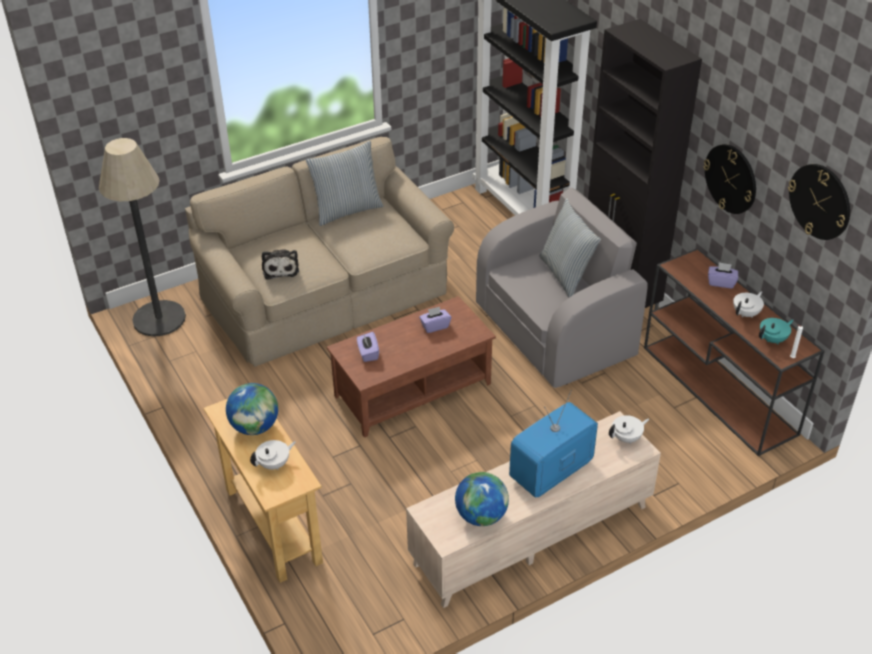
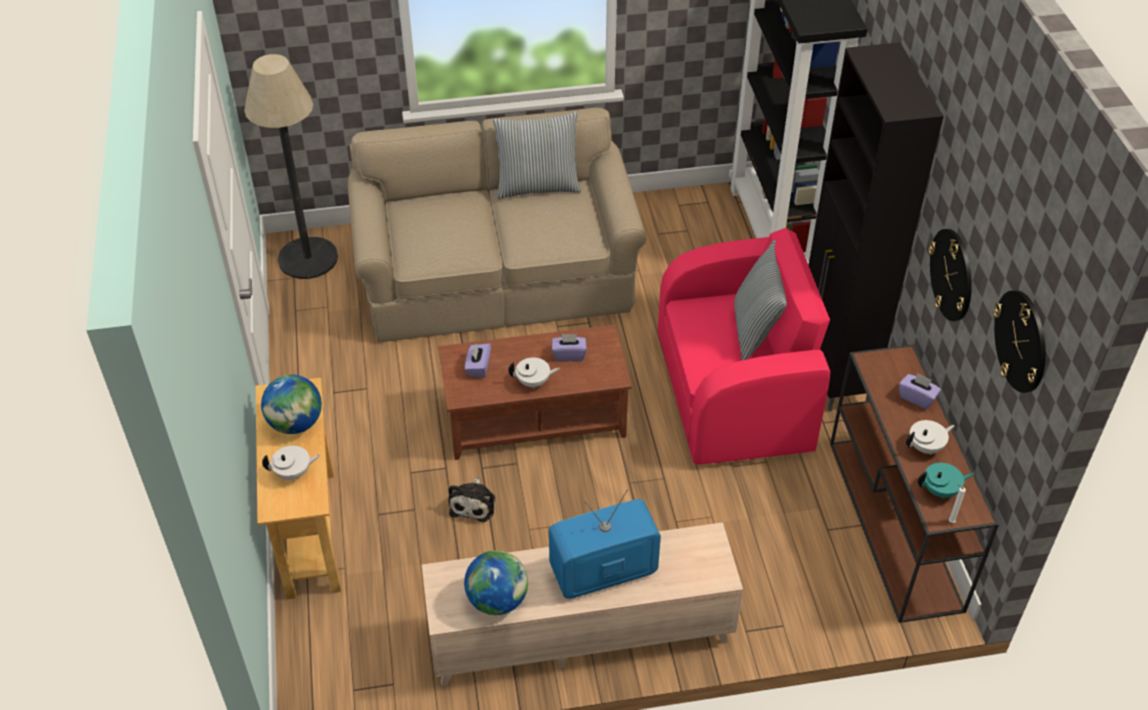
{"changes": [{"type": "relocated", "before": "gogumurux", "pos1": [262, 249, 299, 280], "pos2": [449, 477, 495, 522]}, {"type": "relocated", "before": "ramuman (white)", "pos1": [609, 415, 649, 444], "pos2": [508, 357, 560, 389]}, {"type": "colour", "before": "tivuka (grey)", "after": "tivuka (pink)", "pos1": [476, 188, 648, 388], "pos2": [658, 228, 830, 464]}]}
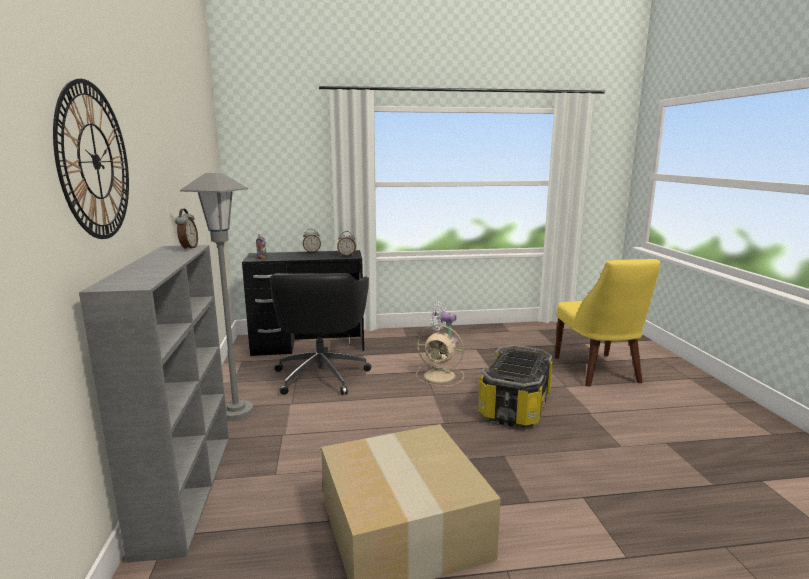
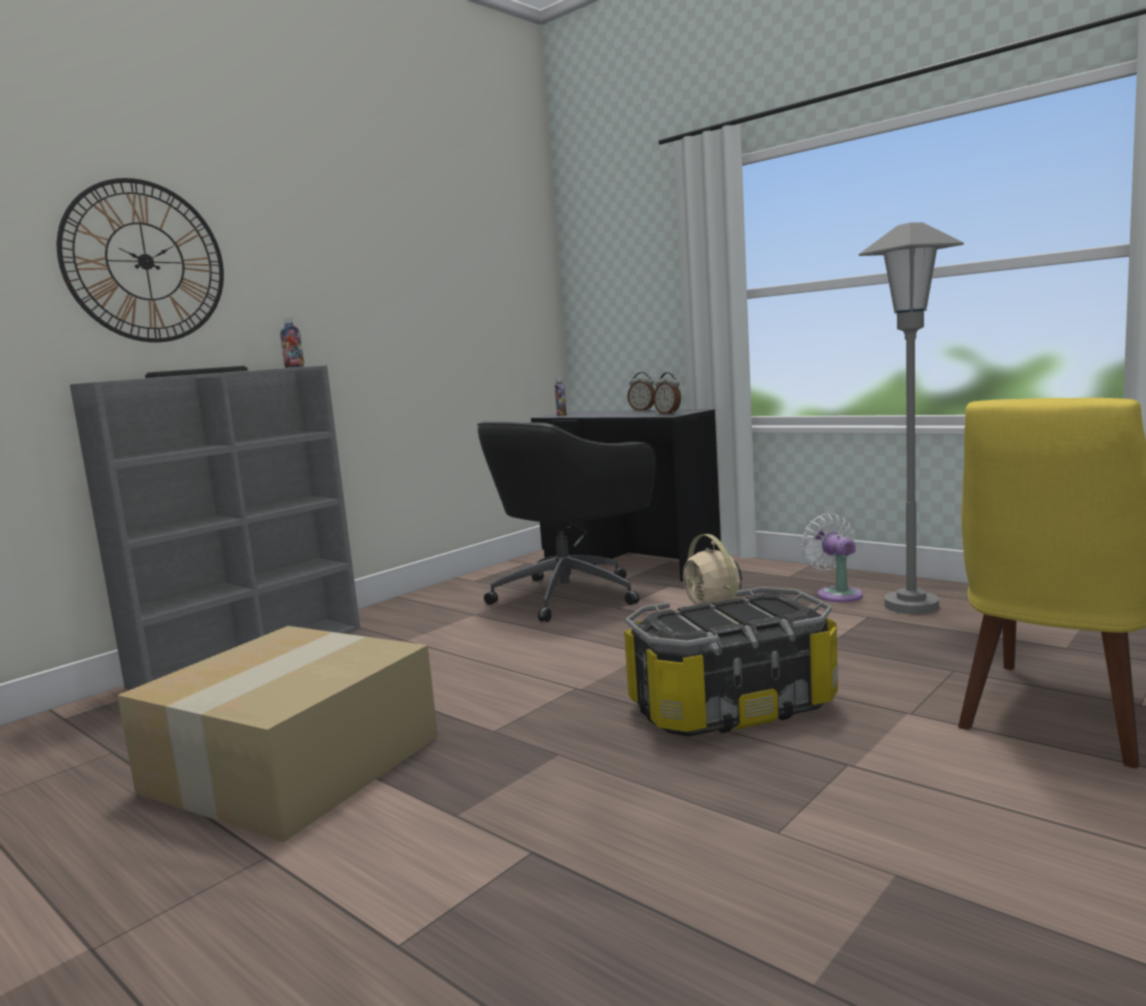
{"changes": [{"type": "appeared", "after": "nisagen", "pos2": [145, 366, 248, 378]}, {"type": "relocated", "before": "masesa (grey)", "pos1": [180, 173, 253, 421], "pos2": [859, 222, 964, 614]}, {"type": "exchanged", "before": "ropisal", "after": "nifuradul", "pos1": [175, 209, 198, 250], "pos2": [280, 318, 304, 368]}]}
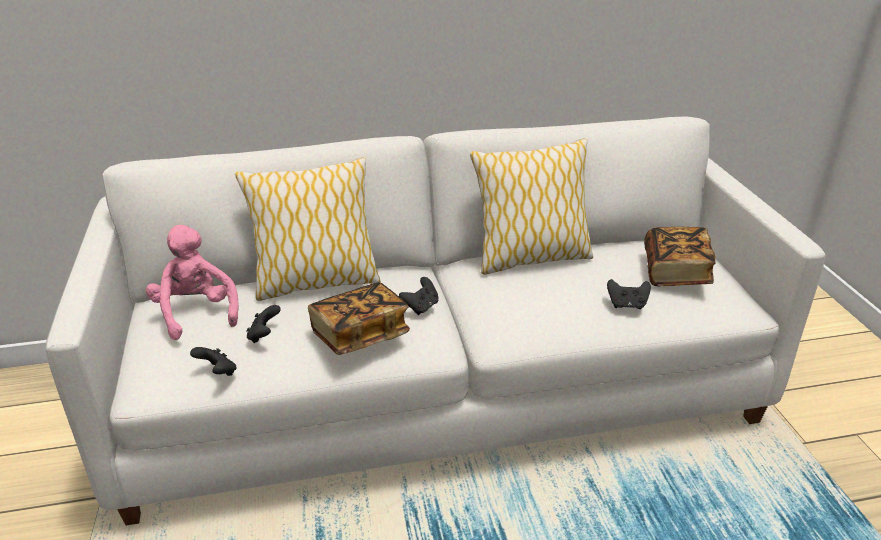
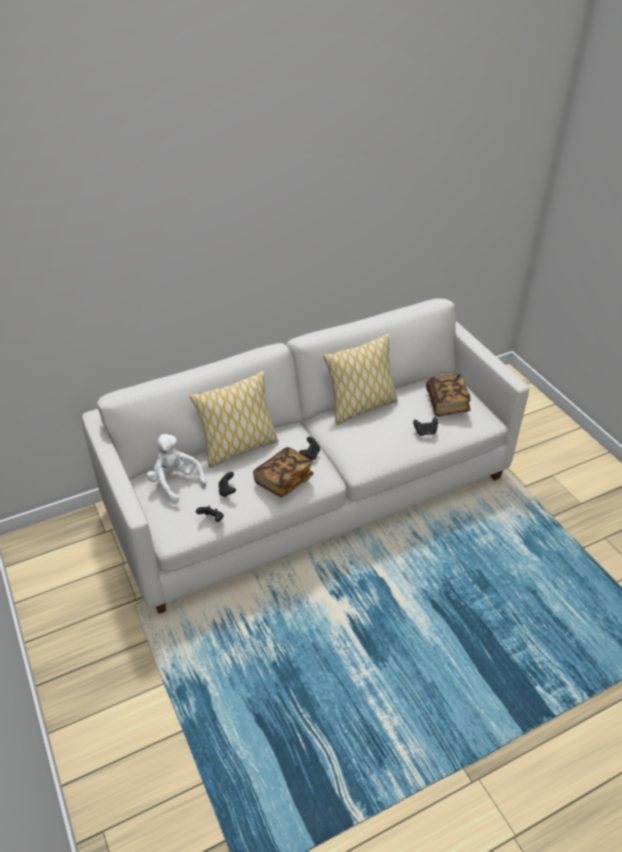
{"changes": [{"type": "colour", "before": "gogumurux (pink)", "after": "gogumurux (white)", "pos1": [146, 225, 239, 340], "pos2": [146, 434, 206, 504]}]}
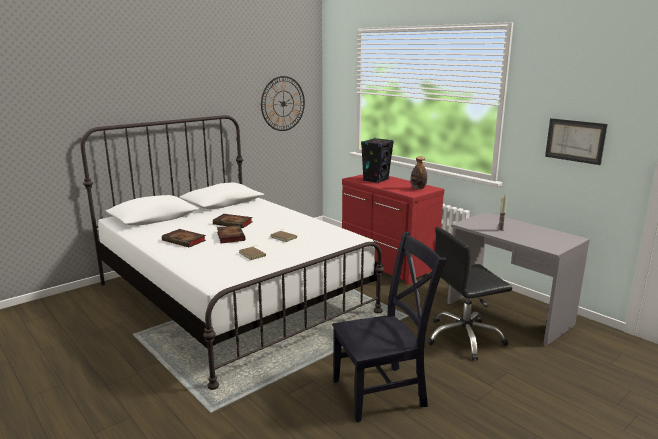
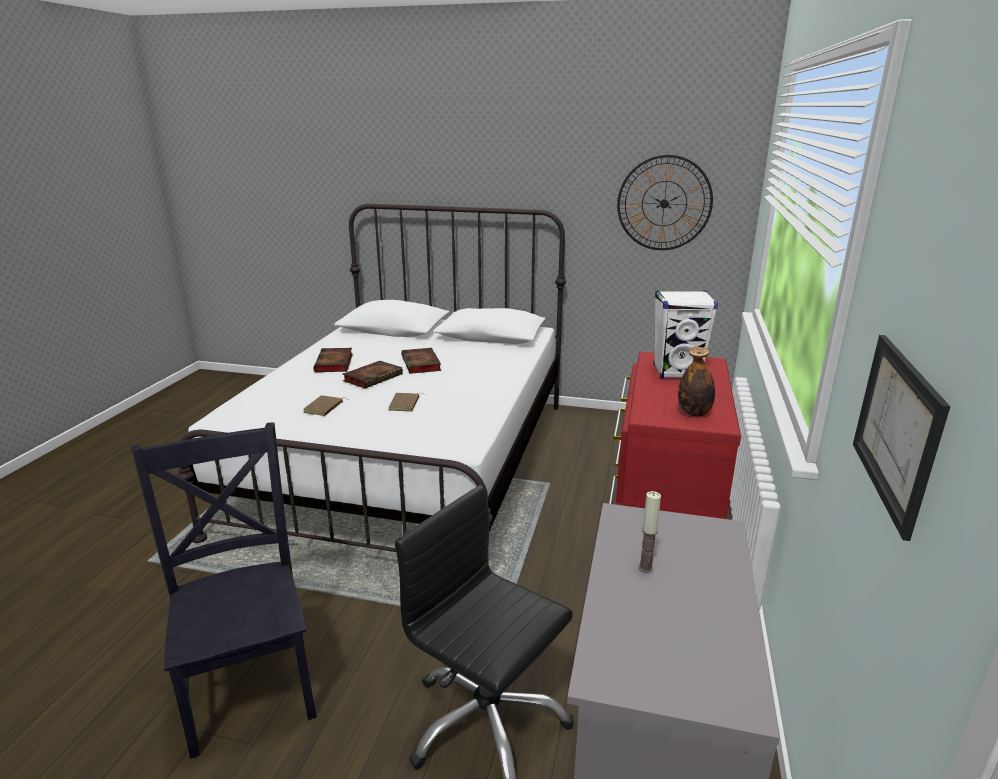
{"changes": [{"type": "colour", "before": "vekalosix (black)", "after": "vekalosix (white)", "pos1": [361, 138, 394, 183], "pos2": [654, 291, 718, 378]}, {"type": "spun", "before": "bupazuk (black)", "pos1": [332, 232, 447, 422], "pos2": [131, 422, 317, 759], "turn": -150}]}
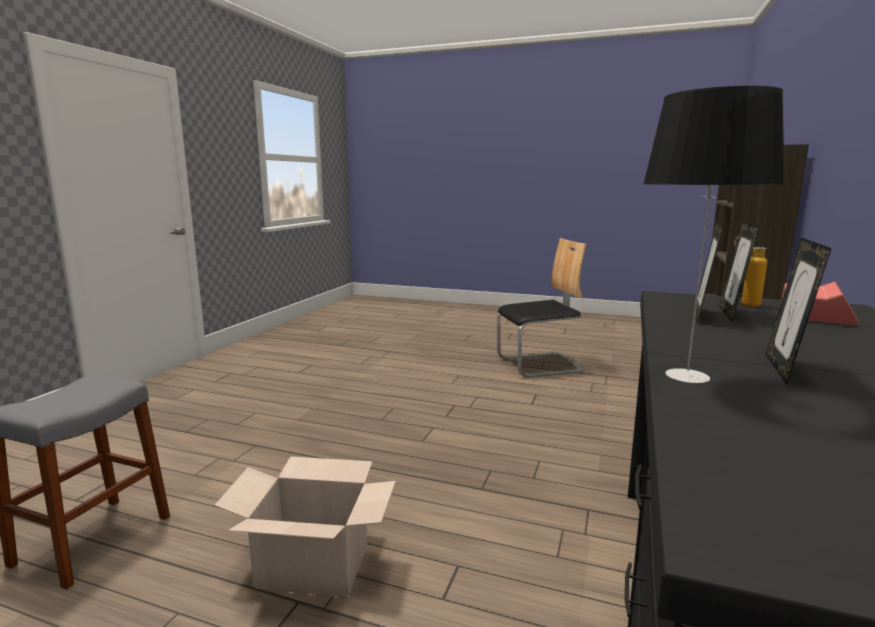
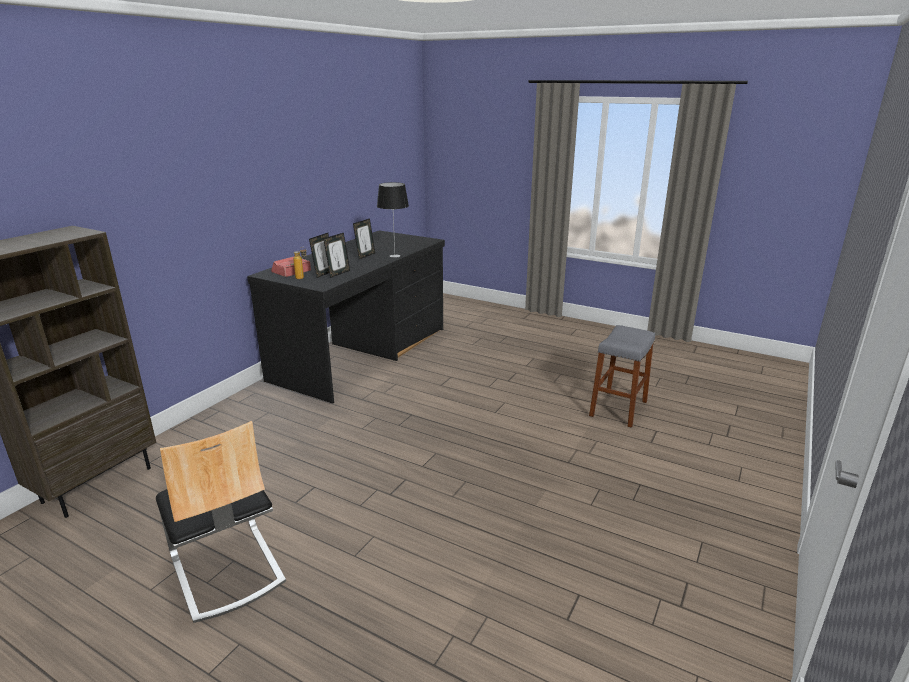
{"changes": [{"type": "missing", "before": "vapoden", "pos1": [214, 456, 396, 597]}, {"type": "spun", "before": "bupazuk", "pos1": [497, 238, 586, 378], "pos2": [156, 421, 286, 623], "turn": -120}]}
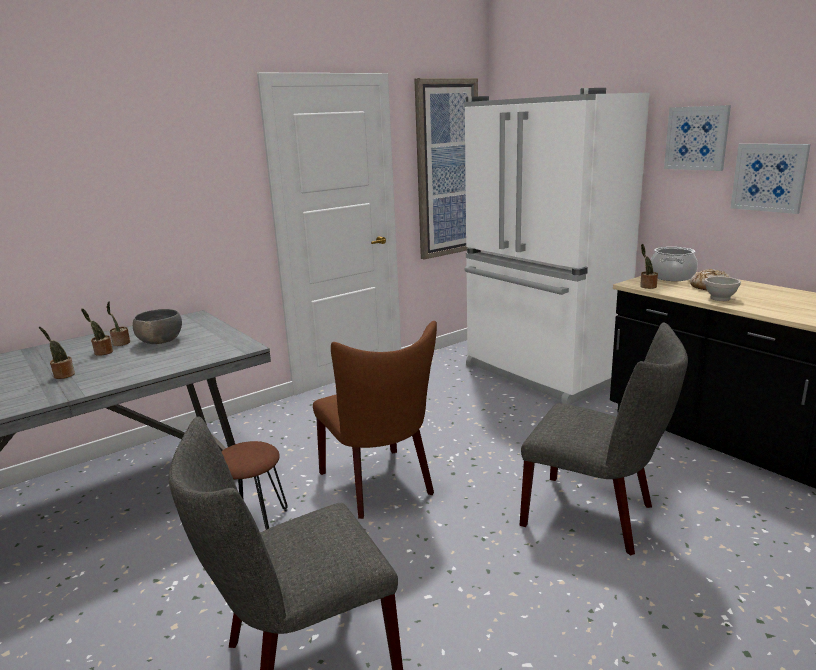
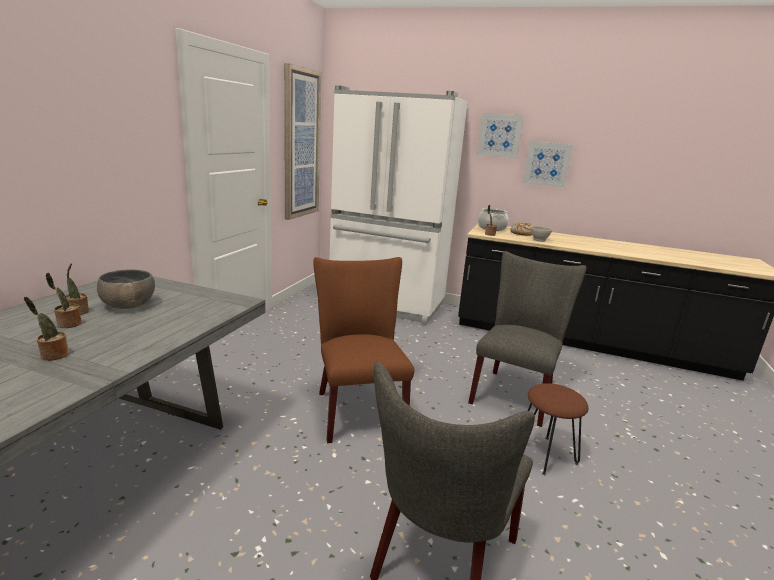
{"changes": [{"type": "relocated", "before": "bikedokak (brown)", "pos1": [221, 441, 288, 530], "pos2": [528, 383, 589, 475]}, {"type": "spun", "before": "bupazuk (brown)", "pos1": [313, 321, 437, 519], "pos2": [313, 257, 414, 443], "turn": -135}, {"type": "spun", "before": "bupazuk (grey)", "pos1": [520, 323, 688, 555], "pos2": [468, 251, 587, 427], "turn": -60}]}
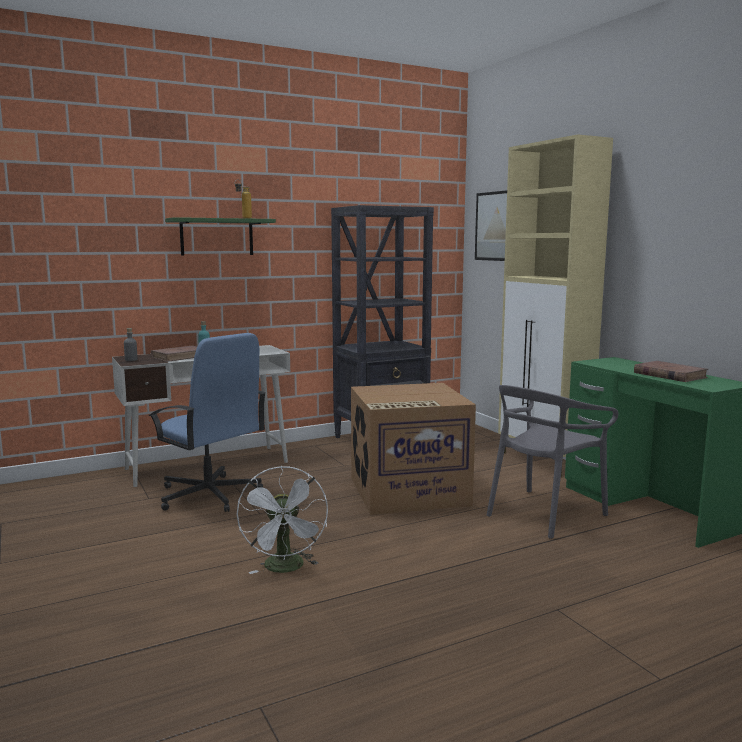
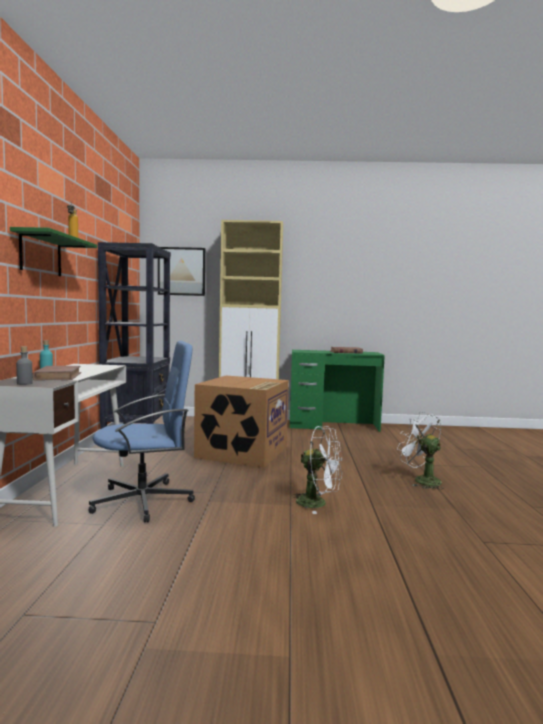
{"changes": [{"type": "missing", "before": "bupazuk (grey)", "pos1": [487, 385, 619, 539]}, {"type": "appeared", "after": "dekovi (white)", "pos2": [397, 412, 444, 490]}]}
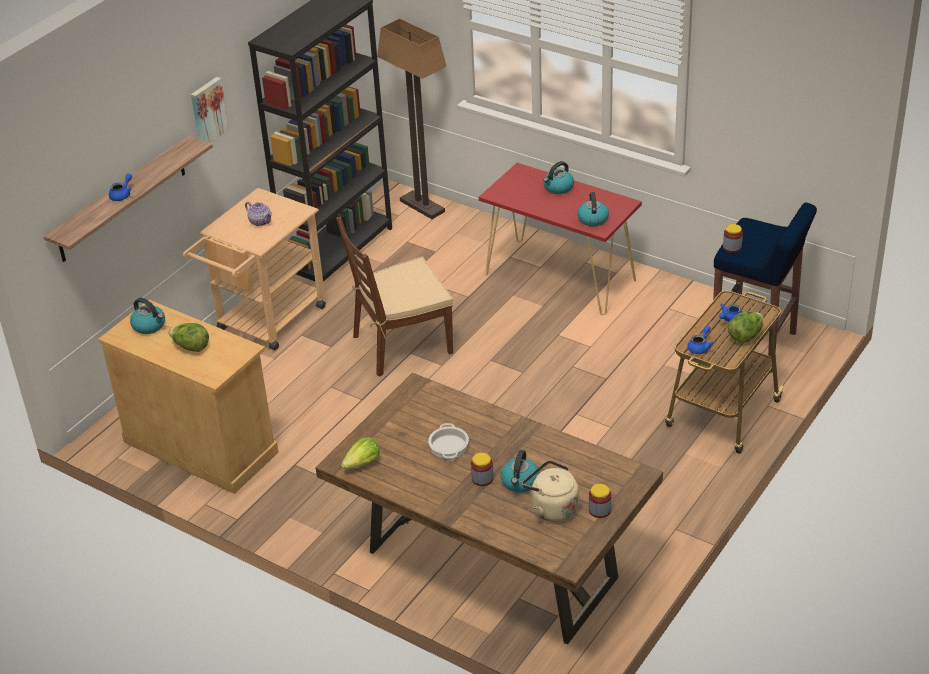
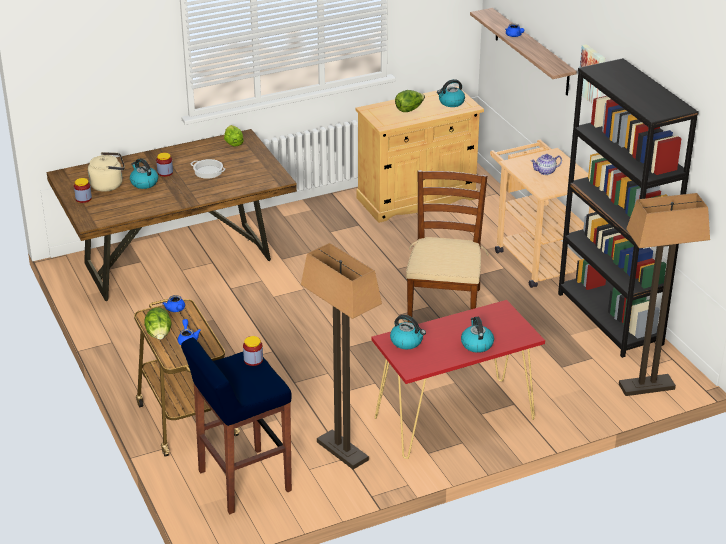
{"changes": [{"type": "appeared", "after": "masesa", "pos2": [301, 243, 382, 469]}]}
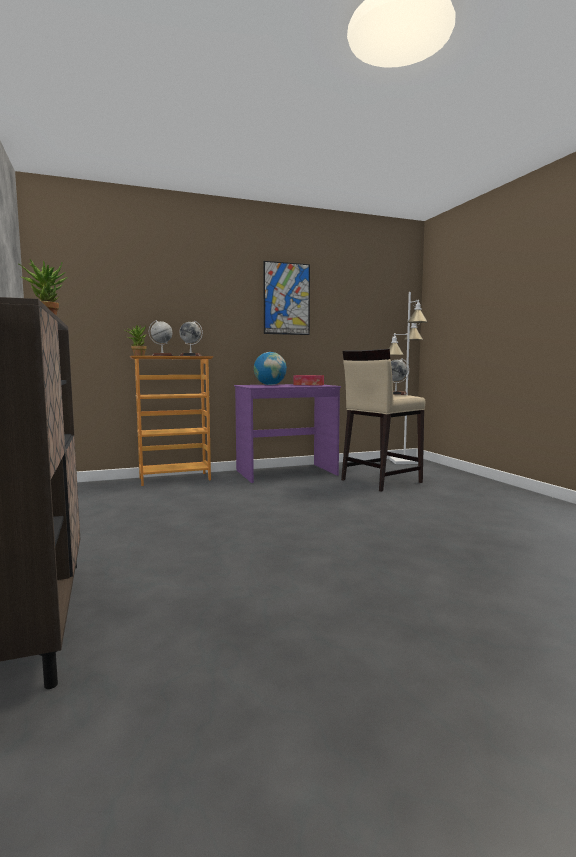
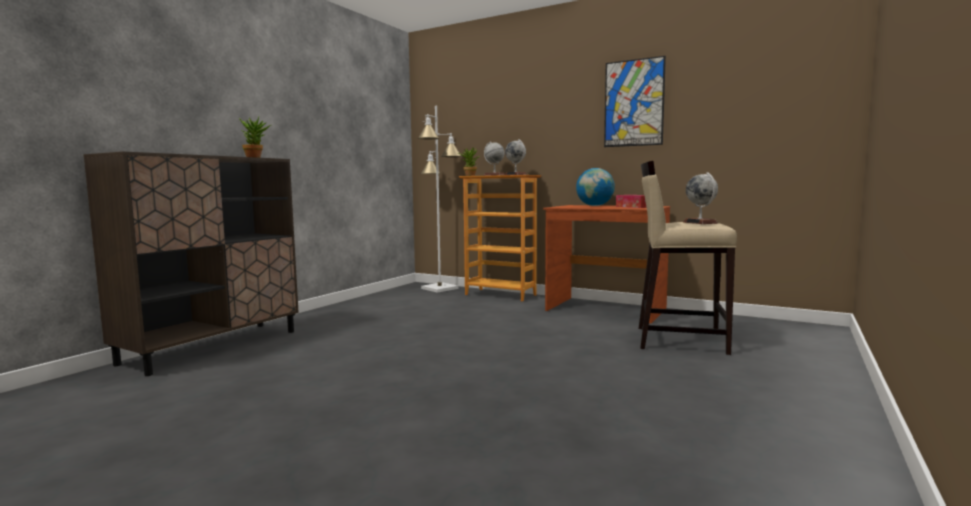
{"changes": [{"type": "relocated", "before": "masesa (white)", "pos1": [389, 292, 428, 464], "pos2": [418, 106, 462, 293]}, {"type": "colour", "before": "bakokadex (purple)", "after": "bakokadex (brown)", "pos1": [234, 384, 341, 483], "pos2": [543, 205, 670, 324]}]}
